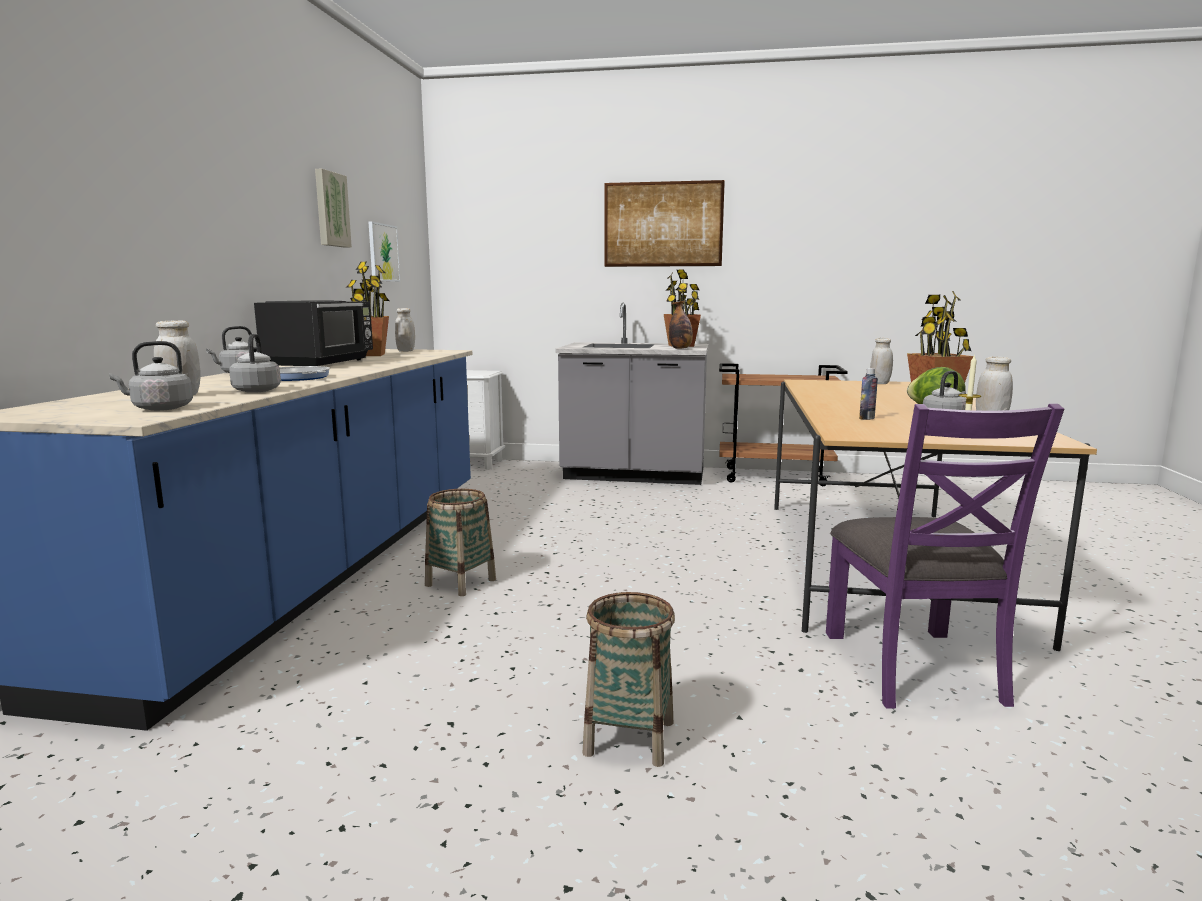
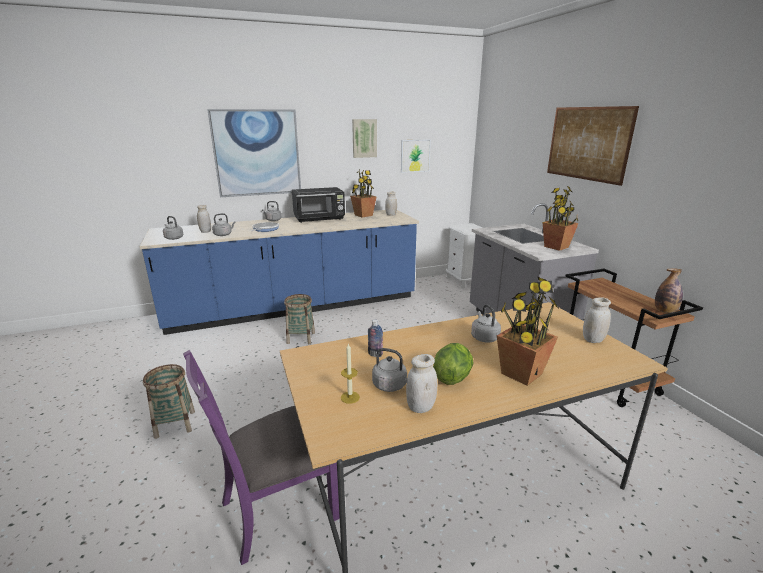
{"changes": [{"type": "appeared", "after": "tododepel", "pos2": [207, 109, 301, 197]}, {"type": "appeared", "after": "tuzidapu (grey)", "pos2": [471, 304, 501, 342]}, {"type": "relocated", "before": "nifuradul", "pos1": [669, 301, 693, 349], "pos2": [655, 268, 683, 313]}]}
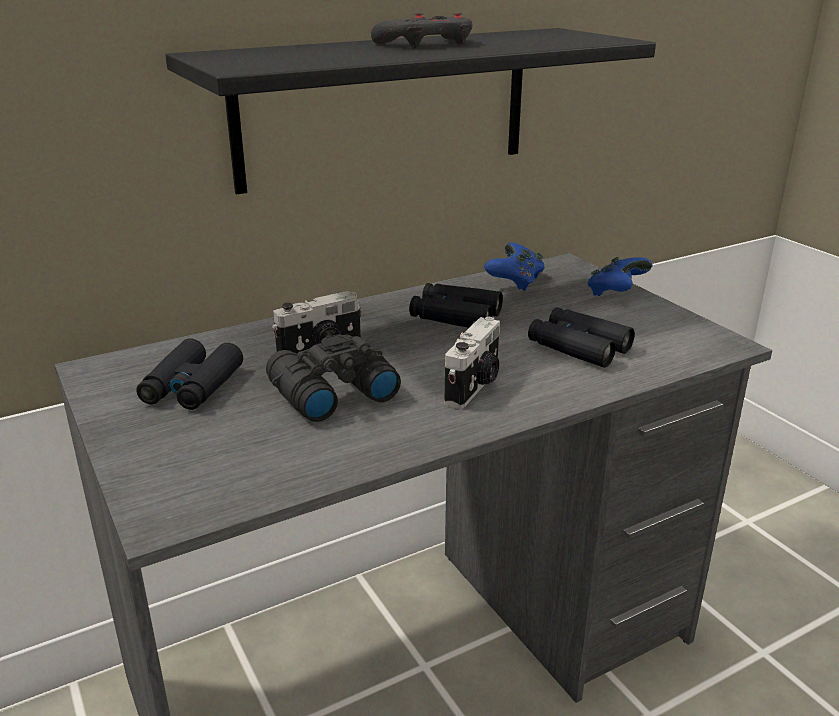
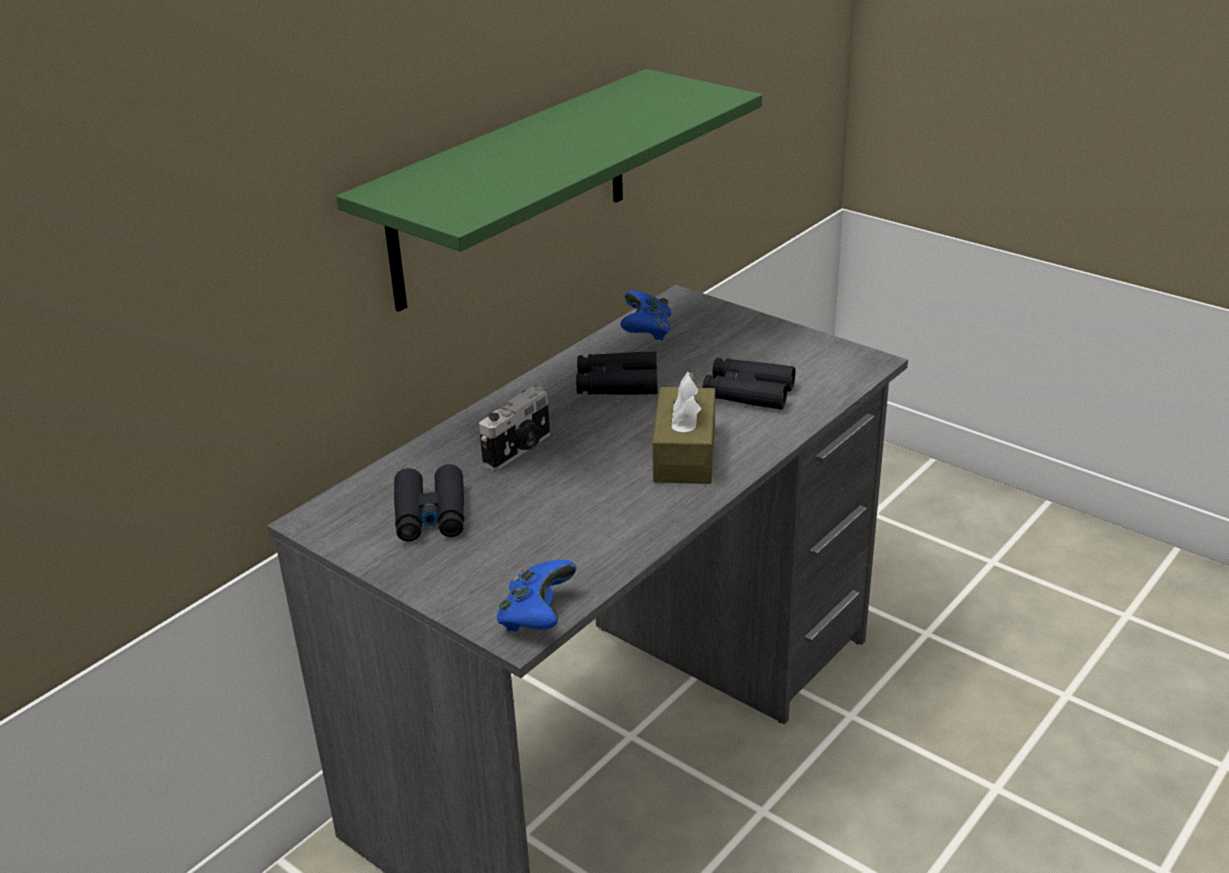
{"changes": [{"type": "missing", "before": "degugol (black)", "pos1": [266, 334, 401, 422]}, {"type": "missing", "before": "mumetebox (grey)", "pos1": [371, 13, 472, 48]}, {"type": "relocated", "before": "mumetebox (blue)", "pos1": [587, 257, 653, 296], "pos2": [497, 560, 576, 632]}, {"type": "exchanged", "before": "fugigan", "after": "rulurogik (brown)", "pos1": [444, 317, 500, 409], "pos2": [652, 371, 715, 484]}, {"type": "colour", "before": "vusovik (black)", "after": "vusovik (green)", "pos1": [165, 28, 656, 195], "pos2": [336, 69, 762, 312]}]}
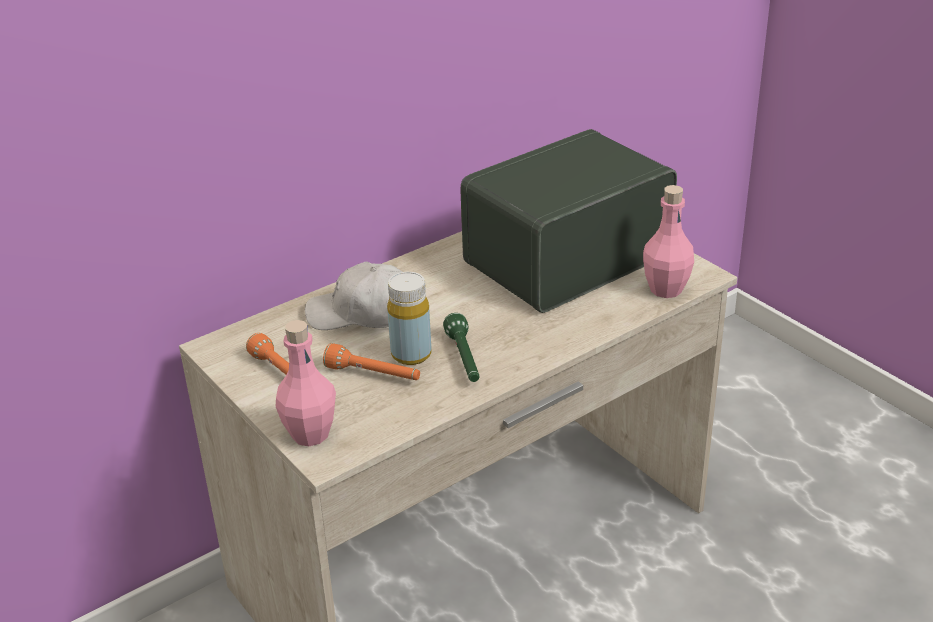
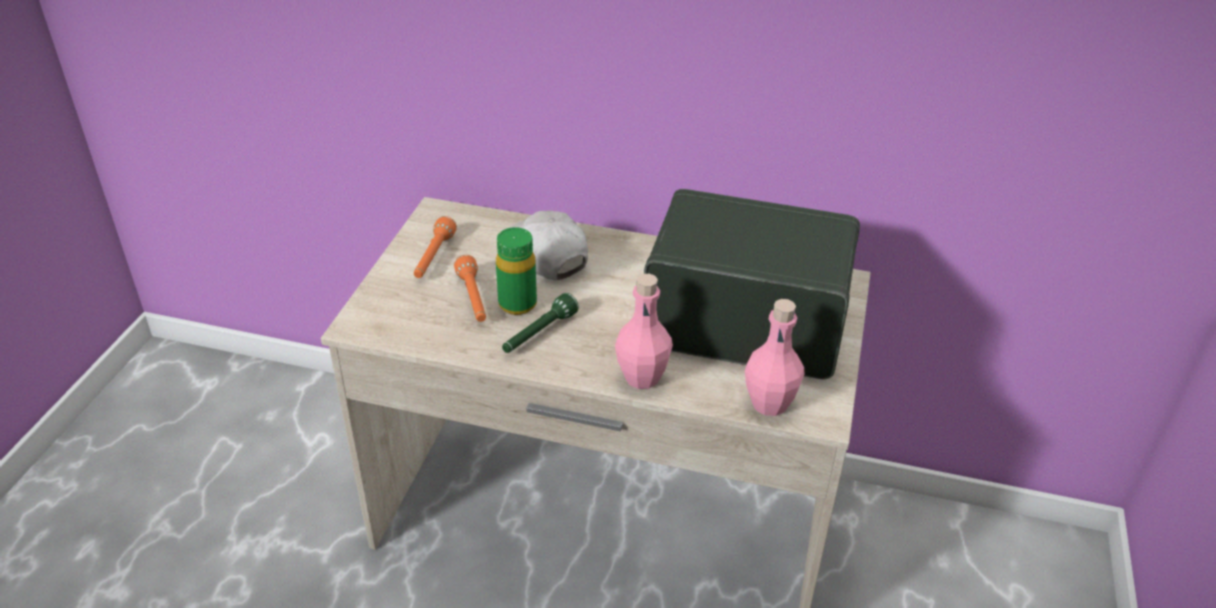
{"changes": [{"type": "relocated", "before": "nifuradul (pink)", "pos1": [275, 320, 336, 446], "pos2": [615, 274, 673, 389]}, {"type": "colour", "before": "nifuradul (yellow)", "after": "nifuradul (green)", "pos1": [387, 272, 431, 365], "pos2": [496, 227, 537, 315]}]}
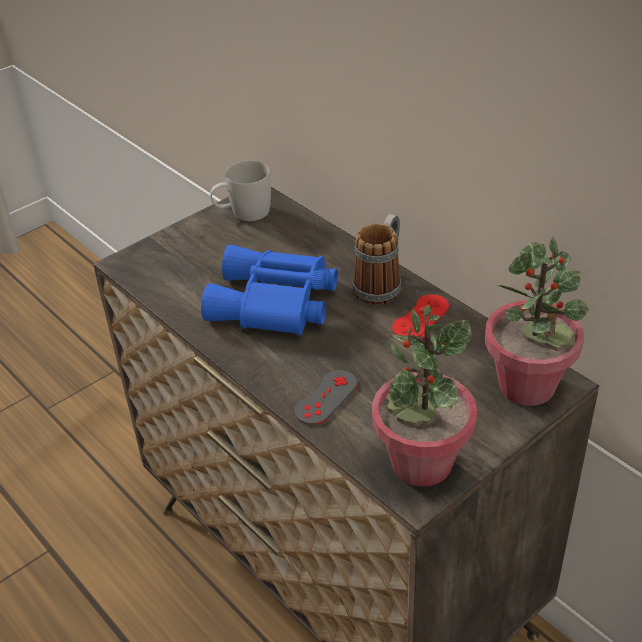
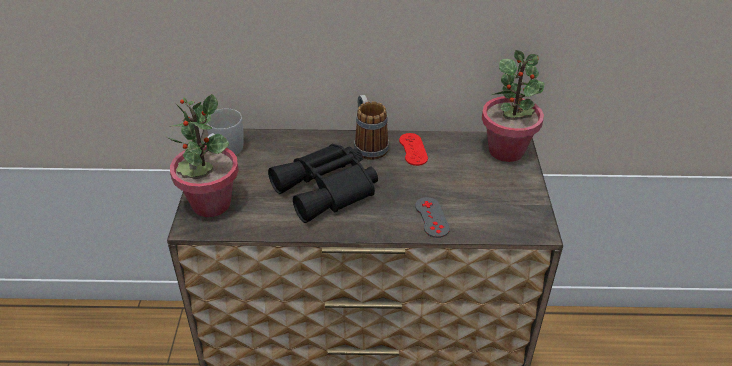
{"changes": [{"type": "relocated", "before": "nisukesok", "pos1": [372, 305, 477, 486], "pos2": [167, 94, 239, 217]}, {"type": "colour", "before": "degugol (blue)", "after": "degugol (black)", "pos1": [201, 245, 338, 335], "pos2": [268, 144, 378, 223]}]}
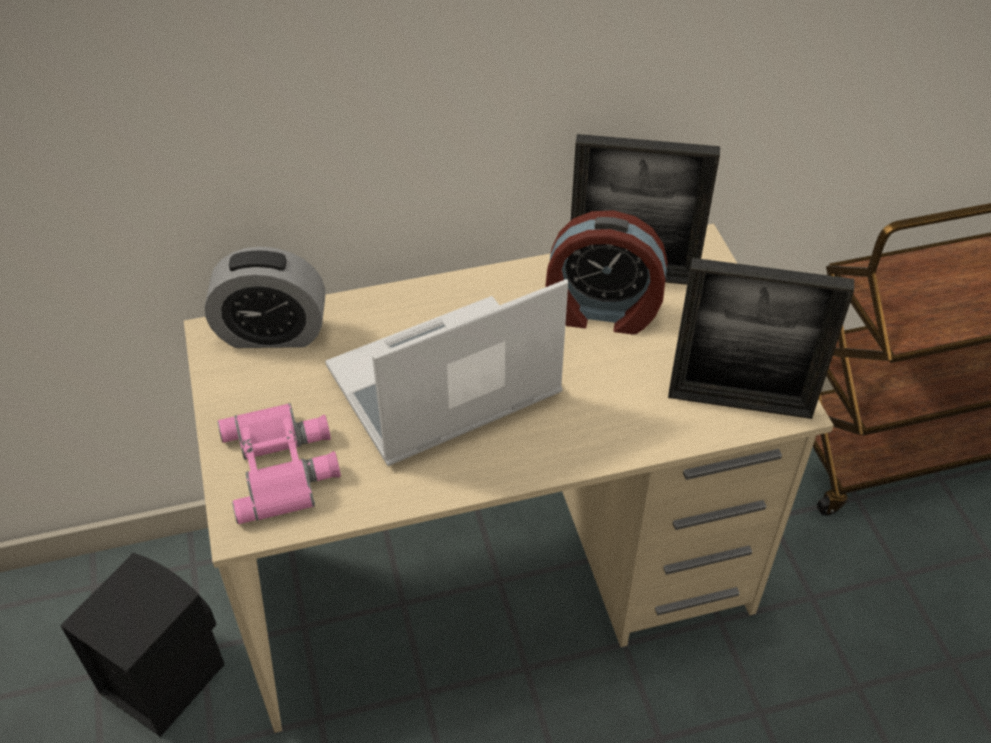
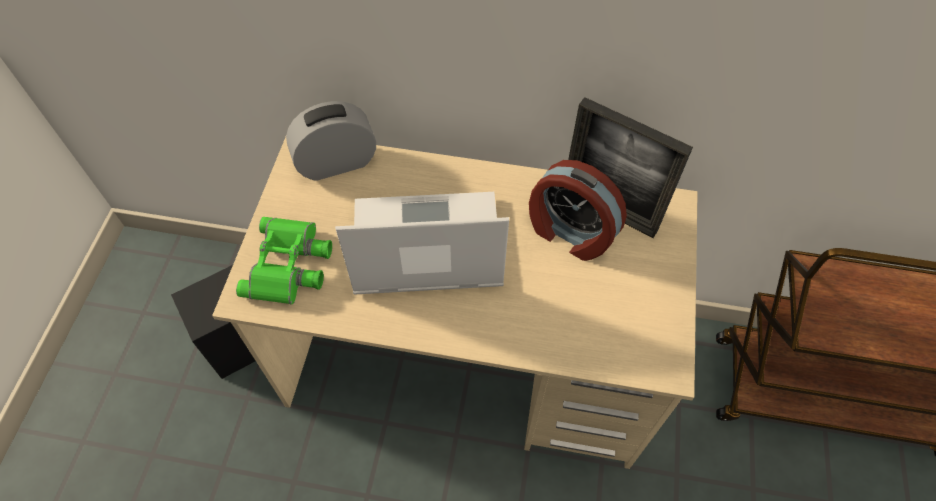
{"changes": [{"type": "missing", "before": "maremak", "pos1": [668, 258, 854, 419]}, {"type": "colour", "before": "degugol (pink)", "after": "degugol (green)", "pos1": [217, 403, 341, 524], "pos2": [236, 217, 332, 304]}, {"type": "spun", "before": "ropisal", "pos1": [204, 247, 325, 348], "pos2": [286, 101, 376, 181], "turn": 135}]}
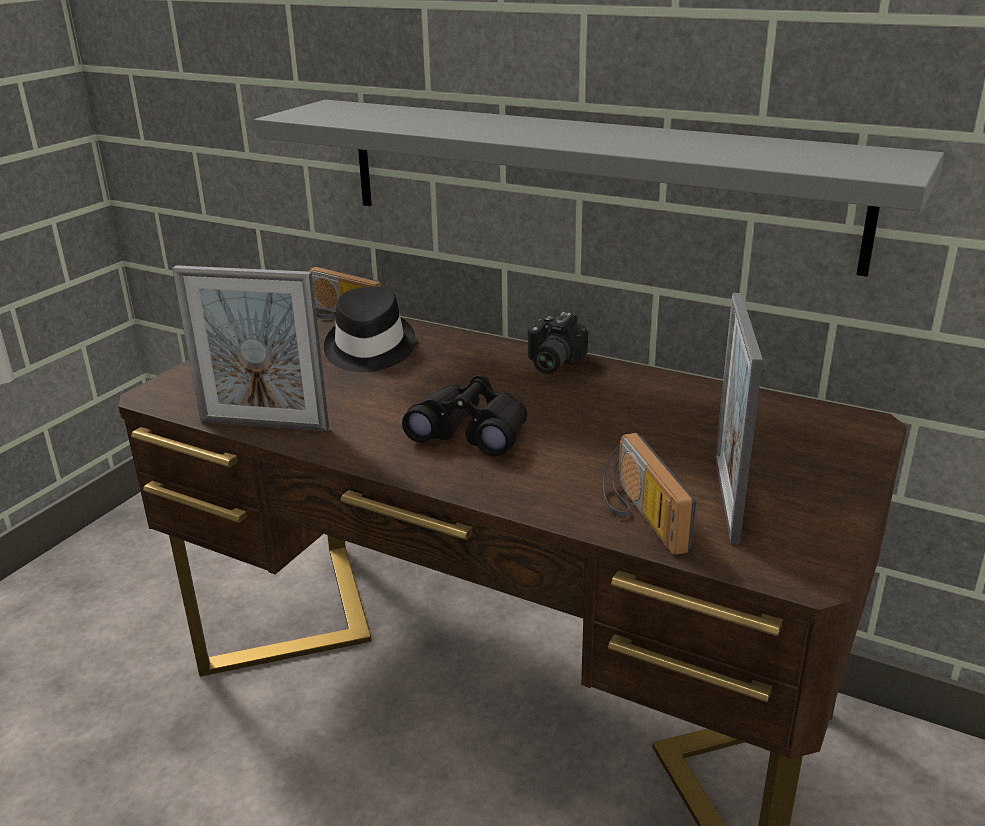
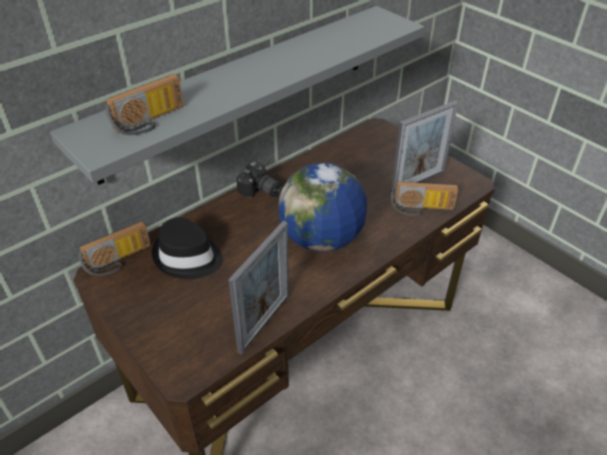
{"changes": [{"type": "appeared", "after": "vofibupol", "pos2": [106, 74, 183, 135]}, {"type": "exchanged", "before": "degugol (black)", "after": "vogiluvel", "pos1": [402, 375, 527, 456], "pos2": [279, 163, 367, 252]}, {"type": "spun", "before": "maremak", "pos1": [715, 293, 763, 545], "pos2": [391, 100, 458, 192], "turn": -60}]}
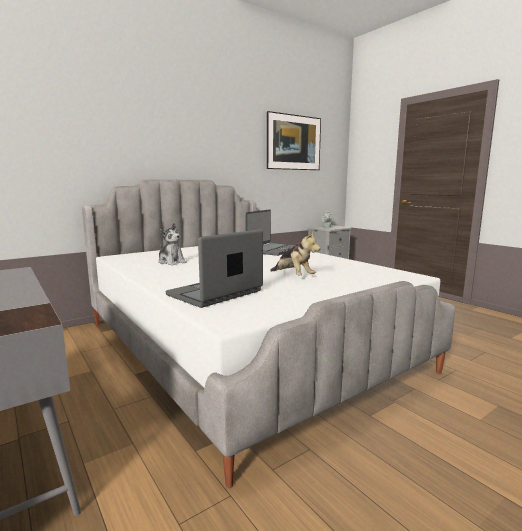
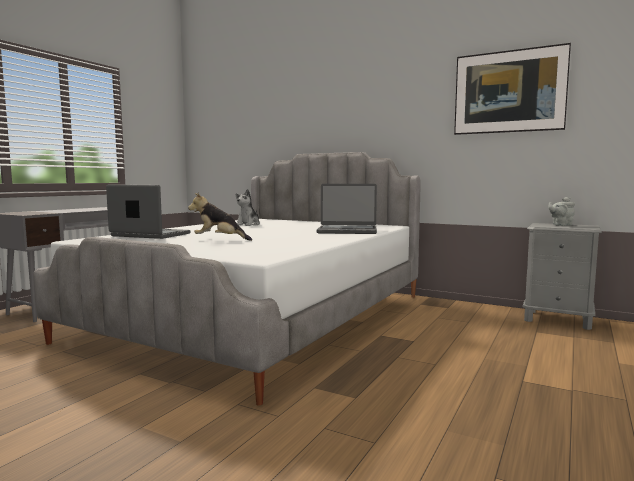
{"changes": [{"type": "spun", "before": "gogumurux", "pos1": [270, 233, 321, 275], "pos2": [188, 193, 252, 241], "turn": 75}]}
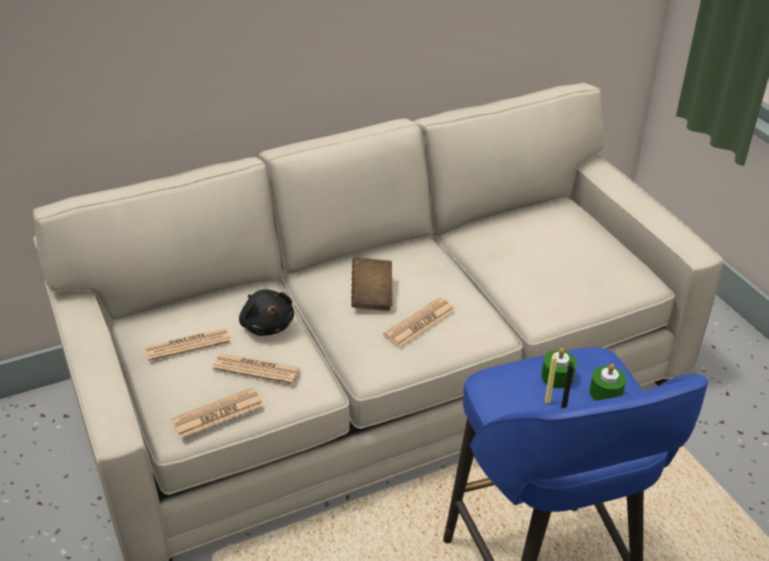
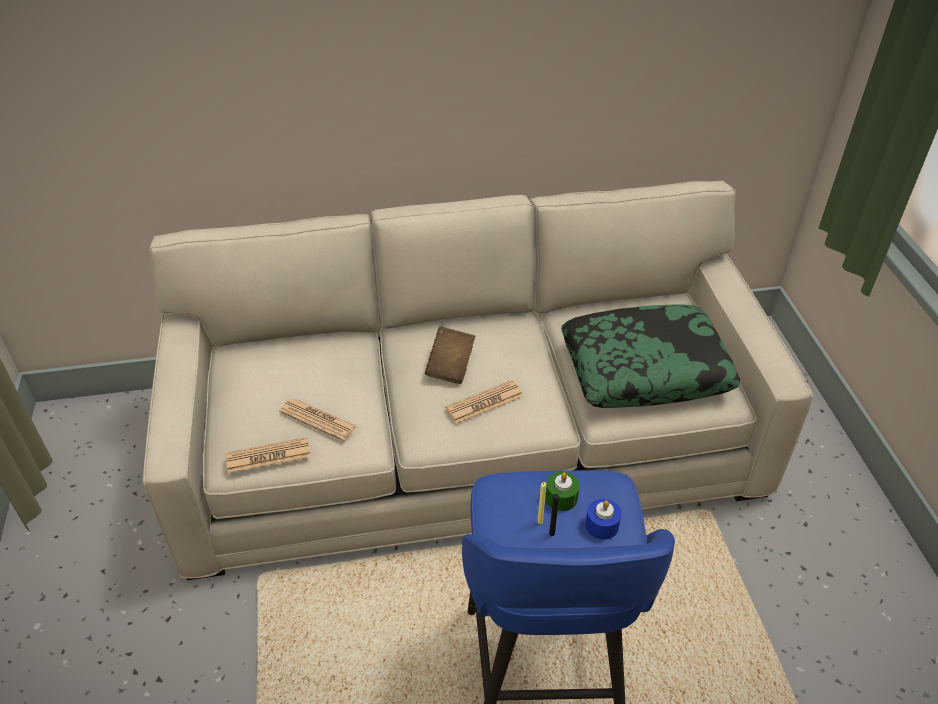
{"changes": [{"type": "missing", "before": "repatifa", "pos1": [145, 328, 230, 361]}, {"type": "missing", "before": "gogumurux (black)", "pos1": [239, 289, 294, 336]}, {"type": "appeared", "after": "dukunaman", "pos2": [561, 304, 741, 408]}, {"type": "colour", "before": "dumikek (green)", "after": "dumikek (blue)", "pos1": [589, 364, 626, 401], "pos2": [586, 499, 621, 539]}]}
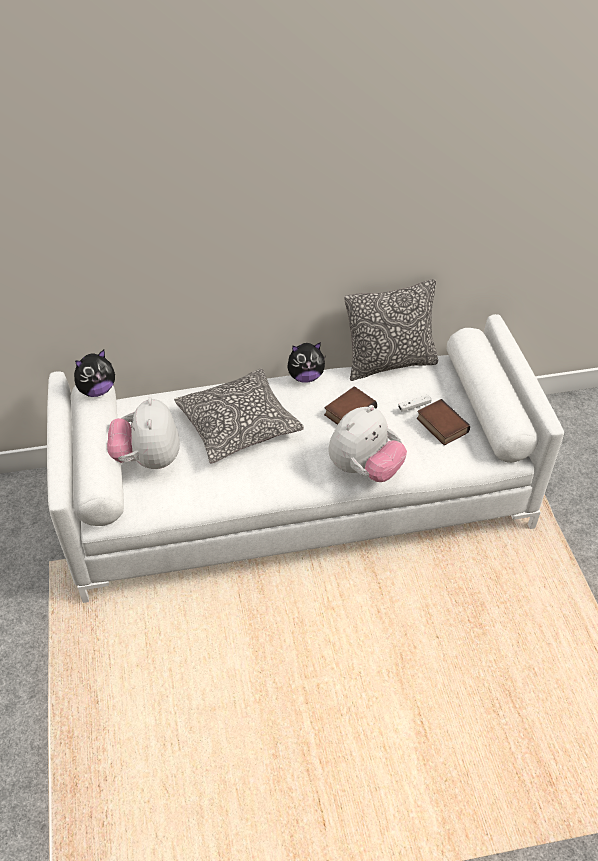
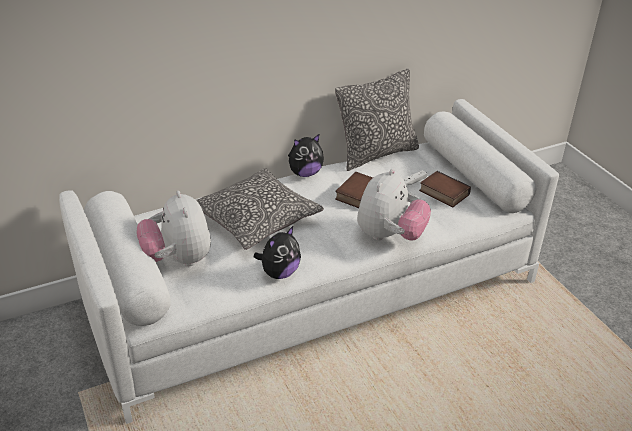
{"changes": [{"type": "relocated", "before": "gogumurux", "pos1": [74, 350, 115, 397], "pos2": [254, 226, 301, 279]}]}
